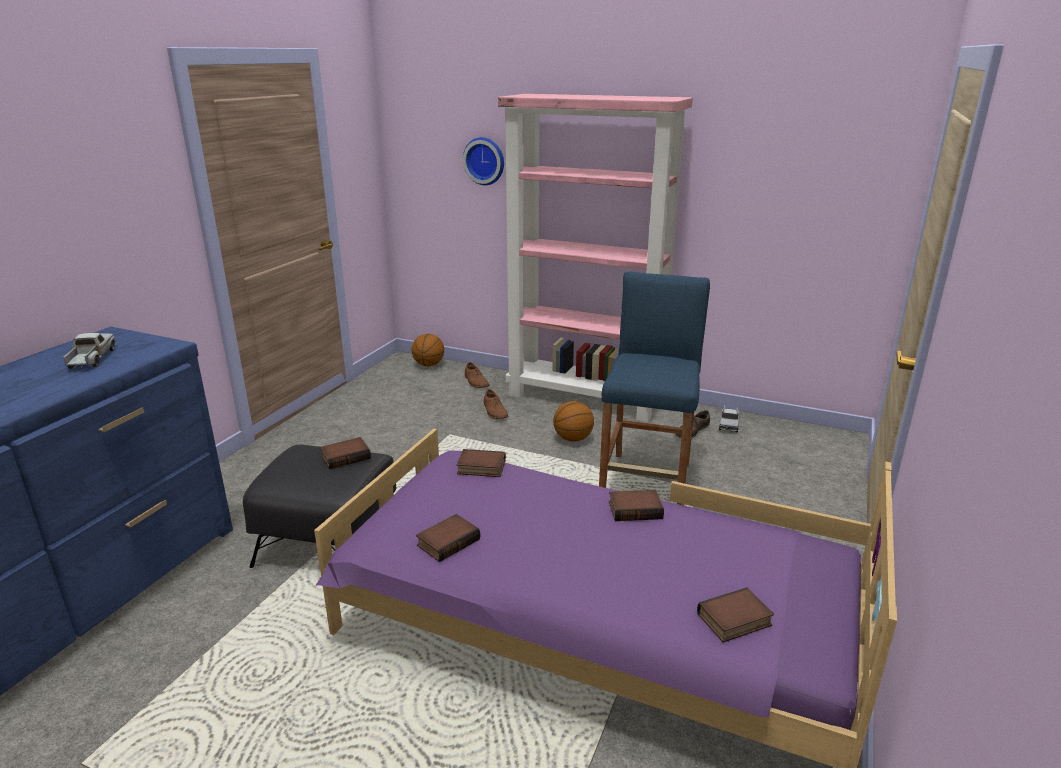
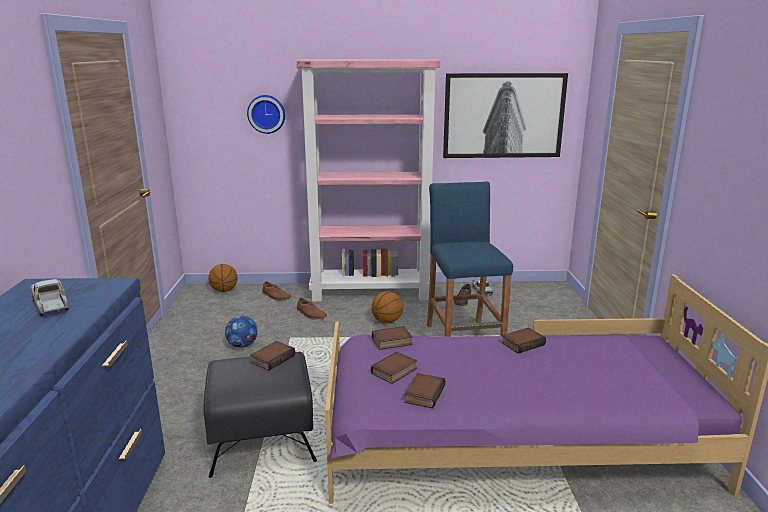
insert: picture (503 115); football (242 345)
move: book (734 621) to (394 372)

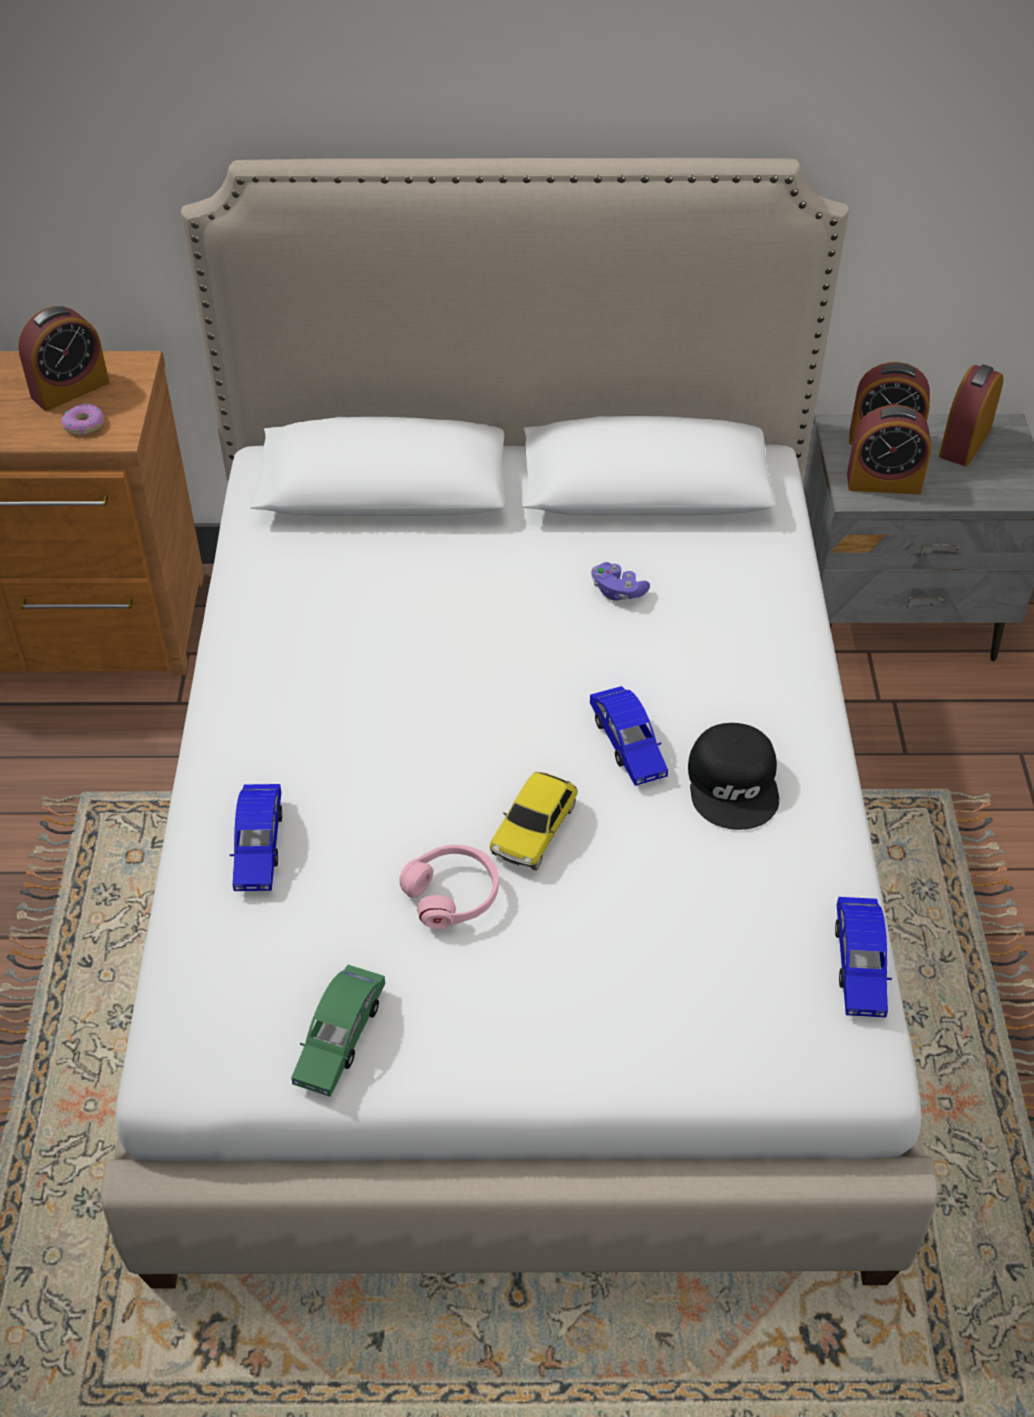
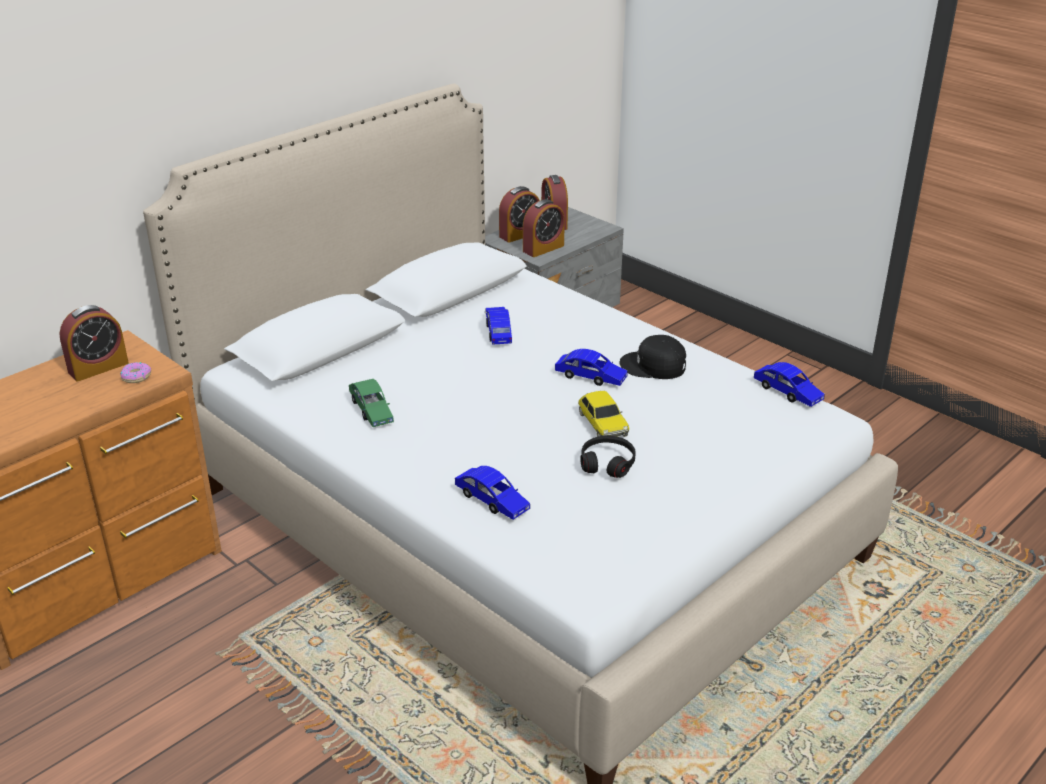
move: green toy car (340 1037) to (371 410)
replace: purple game controller (617 591) to blue toy car (498 331)
recolor: pink headphones (452 894) to black headphones (607 463)
rotate: alarm clock (70 389) = (98 367) 45 degrees clockwise; black cap (734 784) = (653 366) 150 degrees clockwise

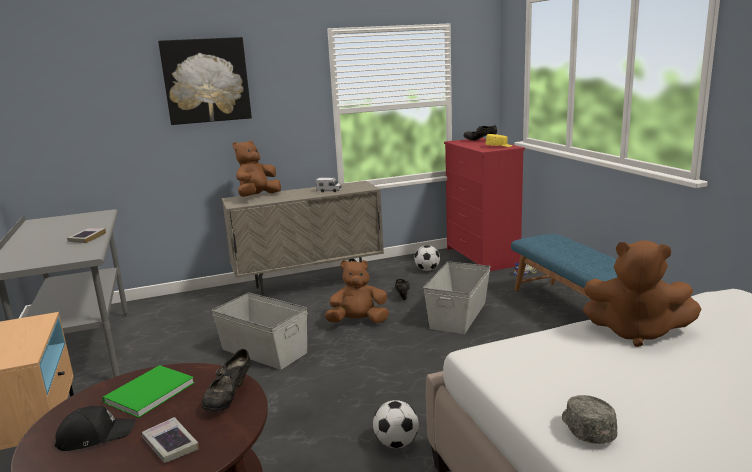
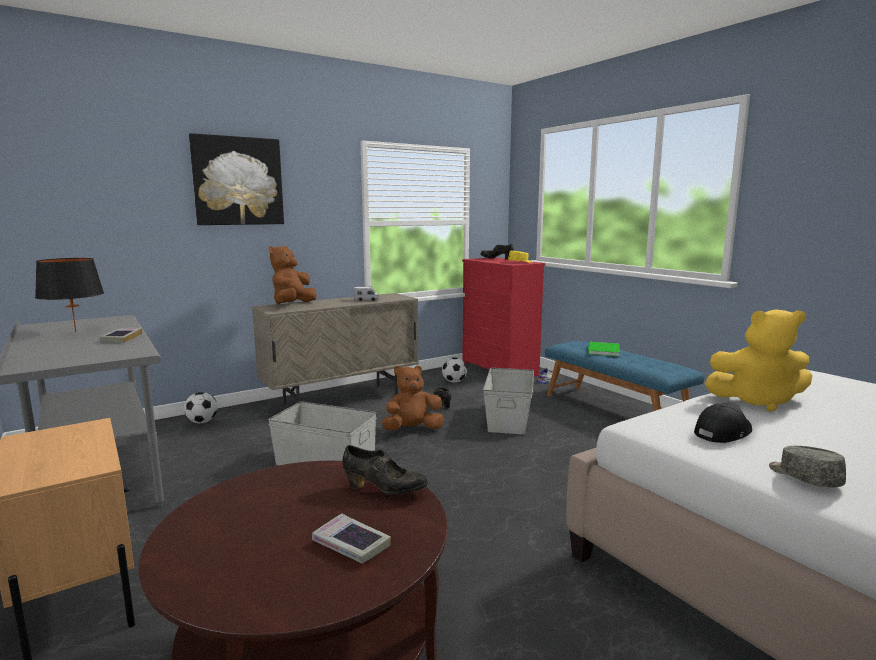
insert: black table lamp (75 332)
move: green book (146 393) to (602 350); football (396 443) to (202 422); black cap (95 436) to (722 432)
recolor: brown plush toy (635 332) to yellow plush toy (757 401)
rotate: black shoe (229 398) = (384 491) 75 degrees counterclockwise

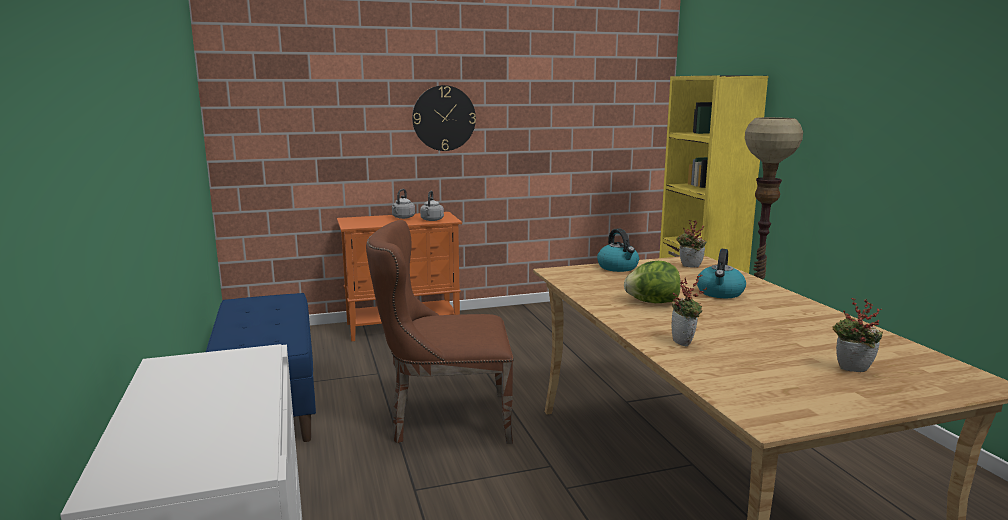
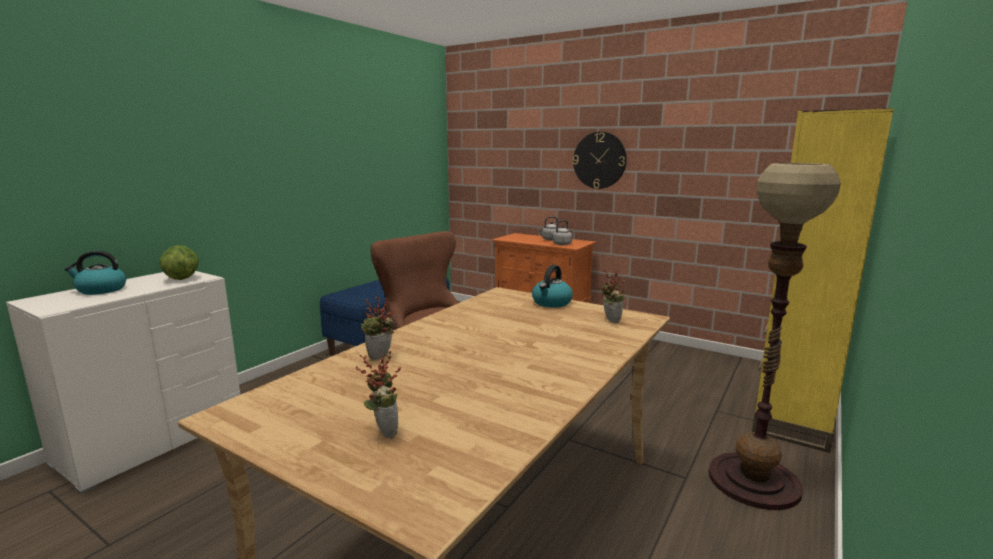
move: kettle (720 293) to (101 290); lettuce (652 302) to (182 278)

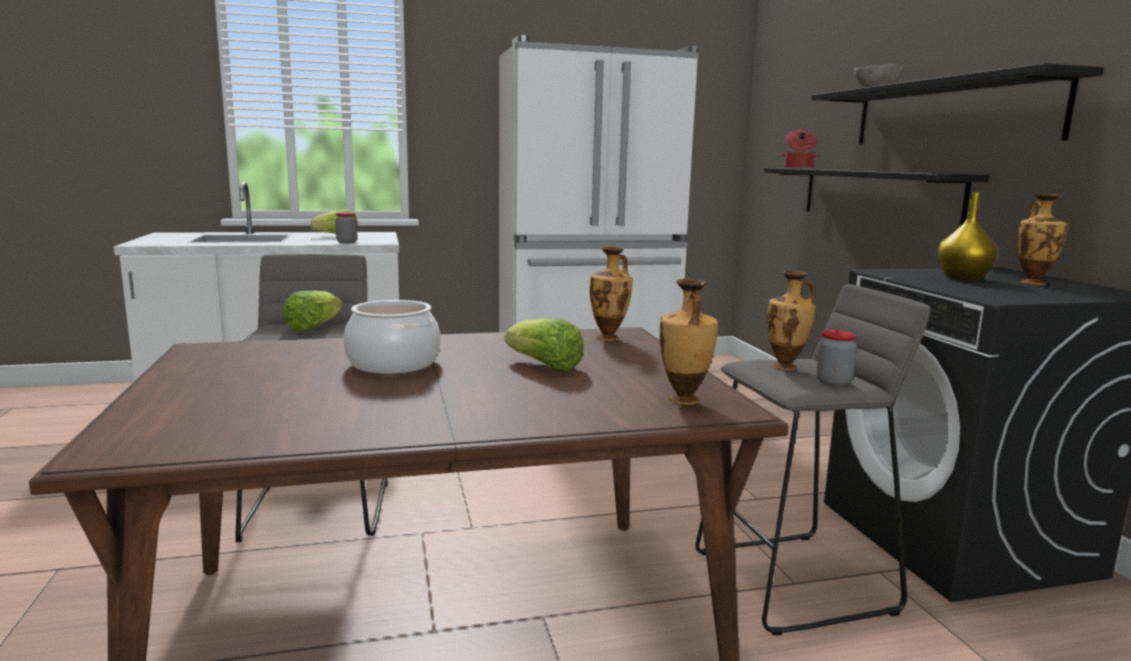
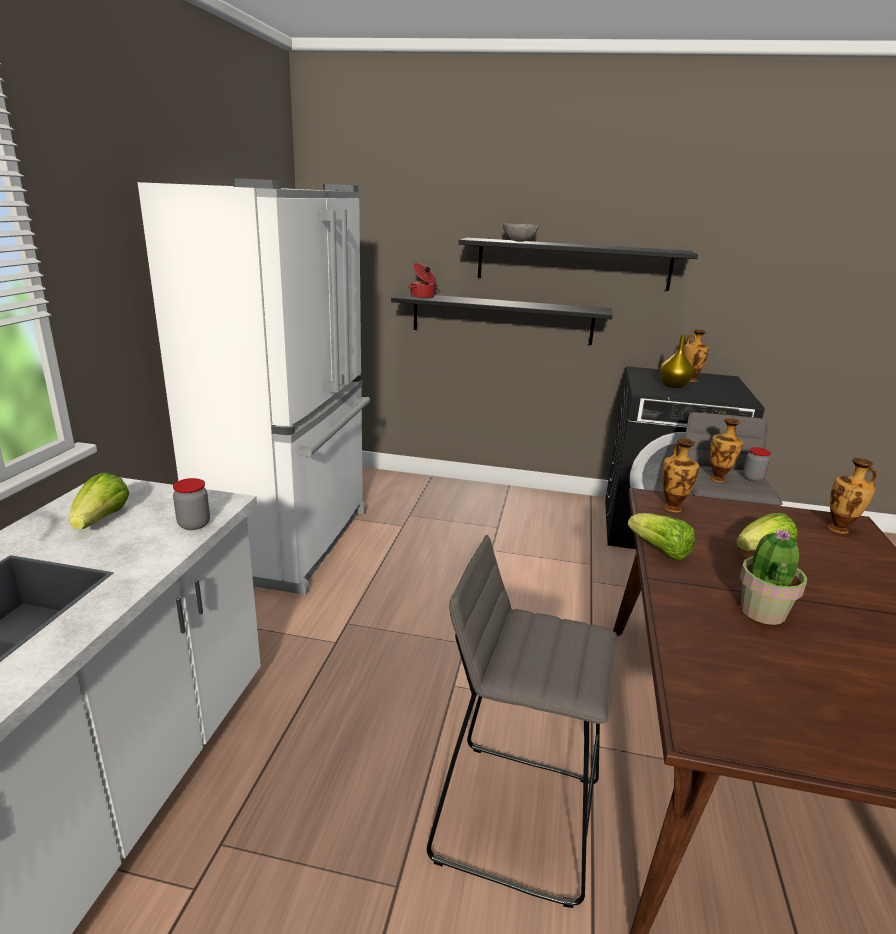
move: lettuce (313 328) to (660 550)
replace: cooking pot (394 363) to potted plant (762 612)

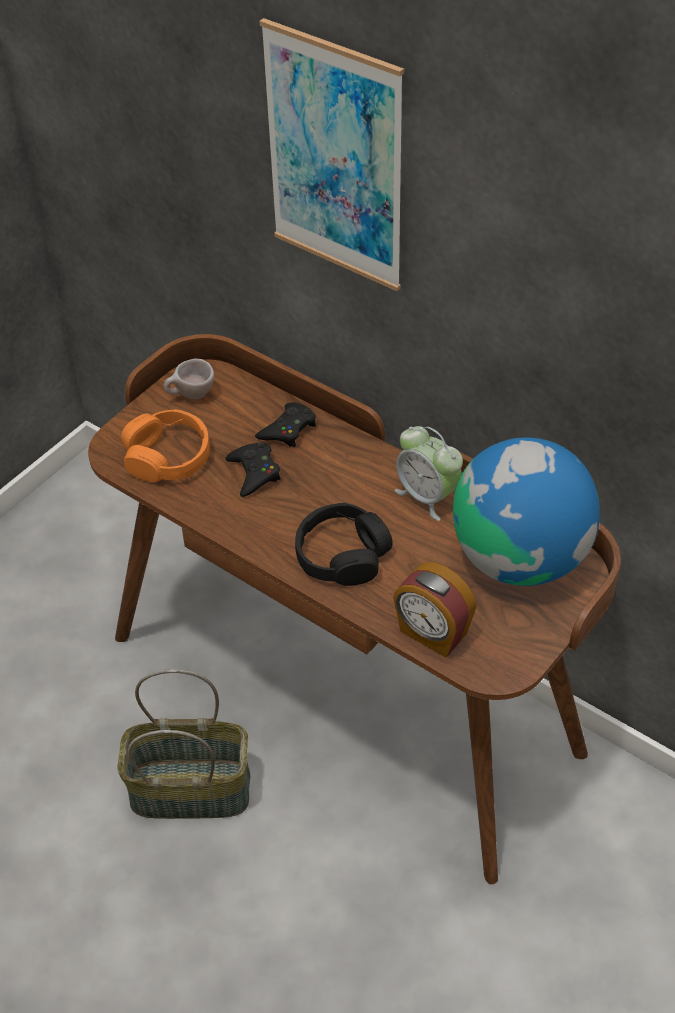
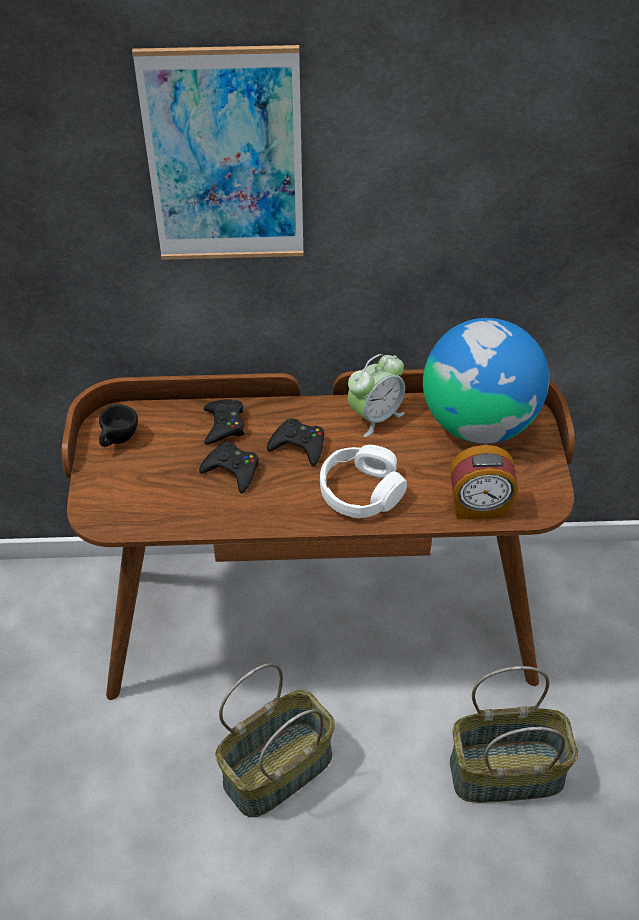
delete: orange headphones (168 457)
insert: black game controller (299 446); basket (507 770)
recolor: beige cup (191 396) to black cup (119 441); black headphones (342 555) to white headphones (361 491)
rotate: alarm clock (427 496) = (375 417) 45 degrees counterclockwise

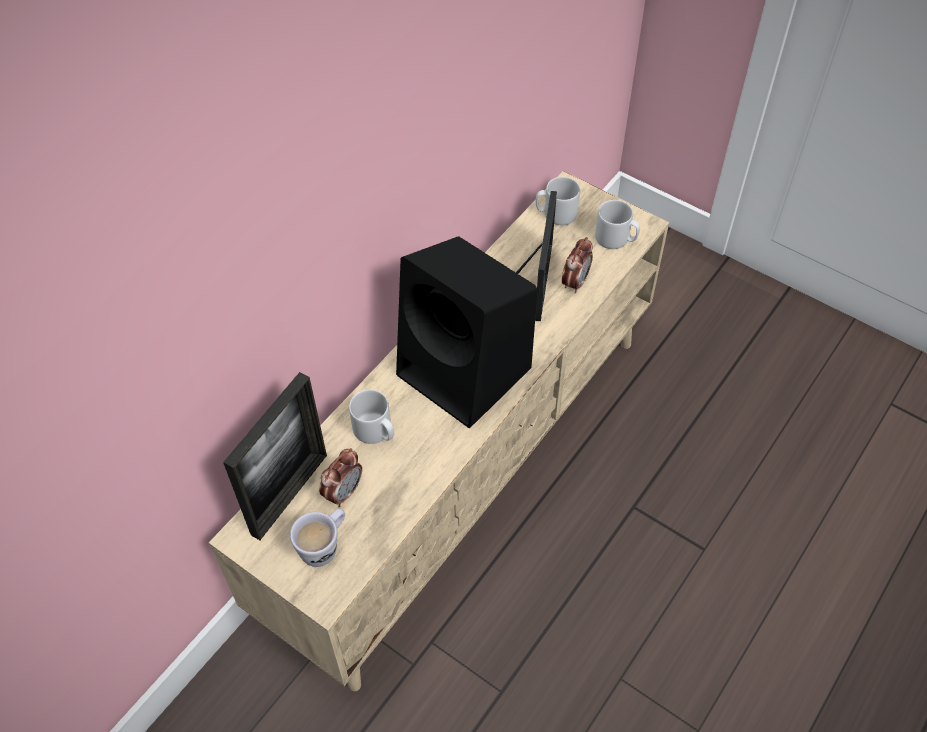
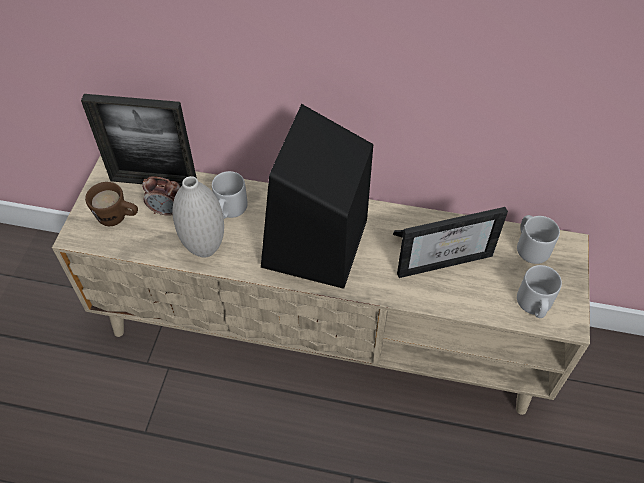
delete: alarm clock (575 282)
insert: white vase (205 248)
recolor: white mug (324 546) to brown mug (118 218)

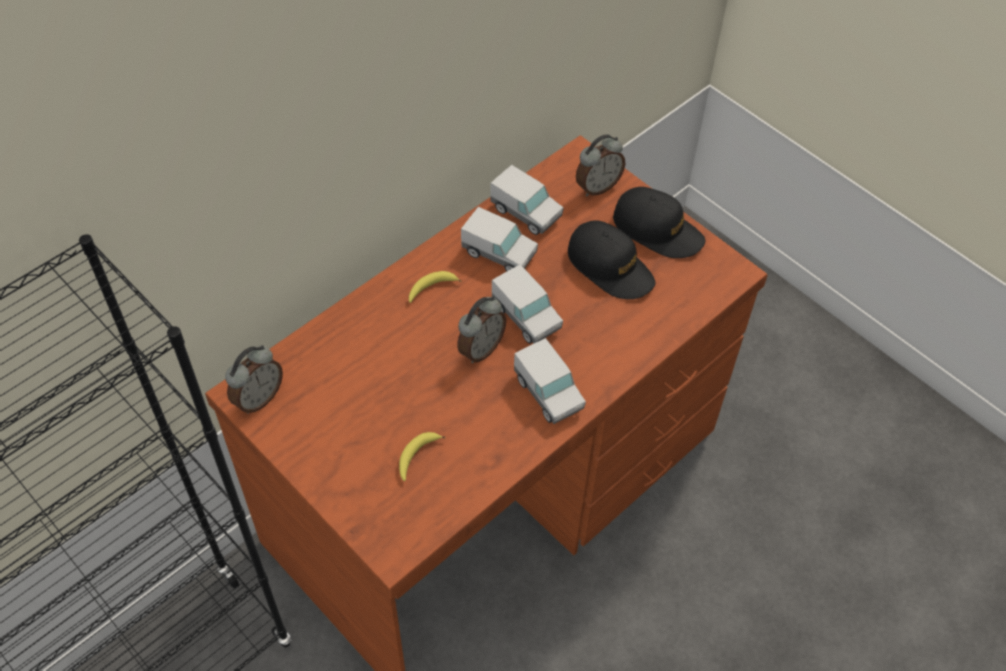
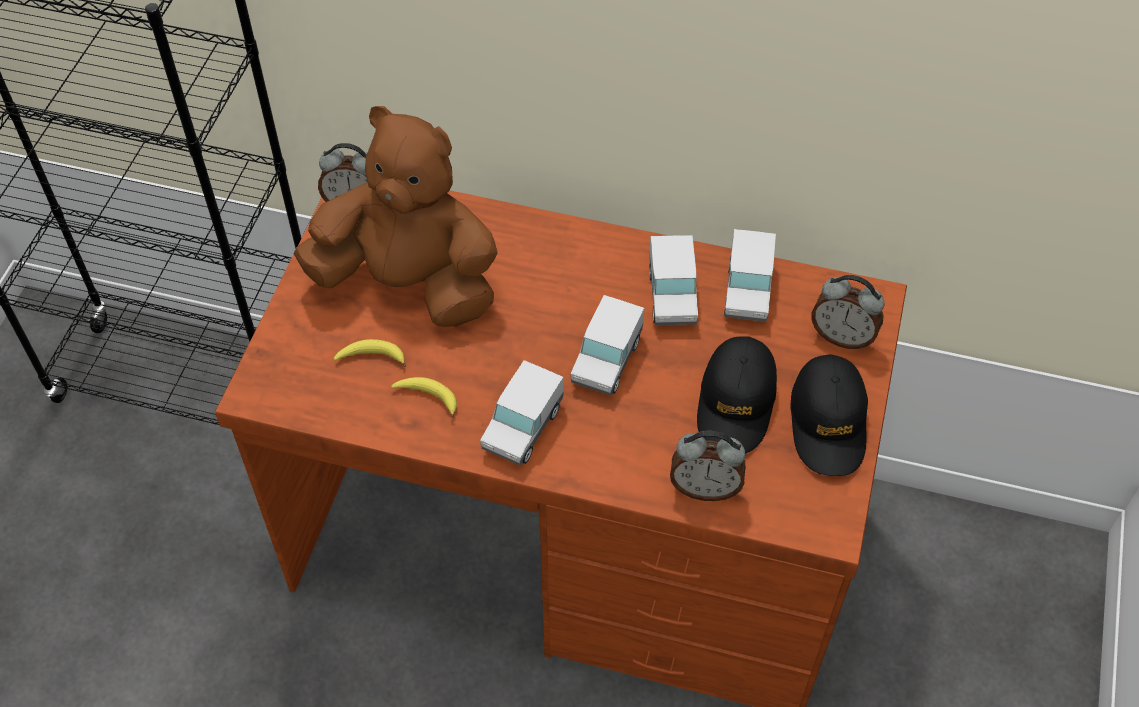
insert: brown plush toy (409 283)
move: banana (431 288) to (428 397); alarm clock (480 349) to (705 488)

